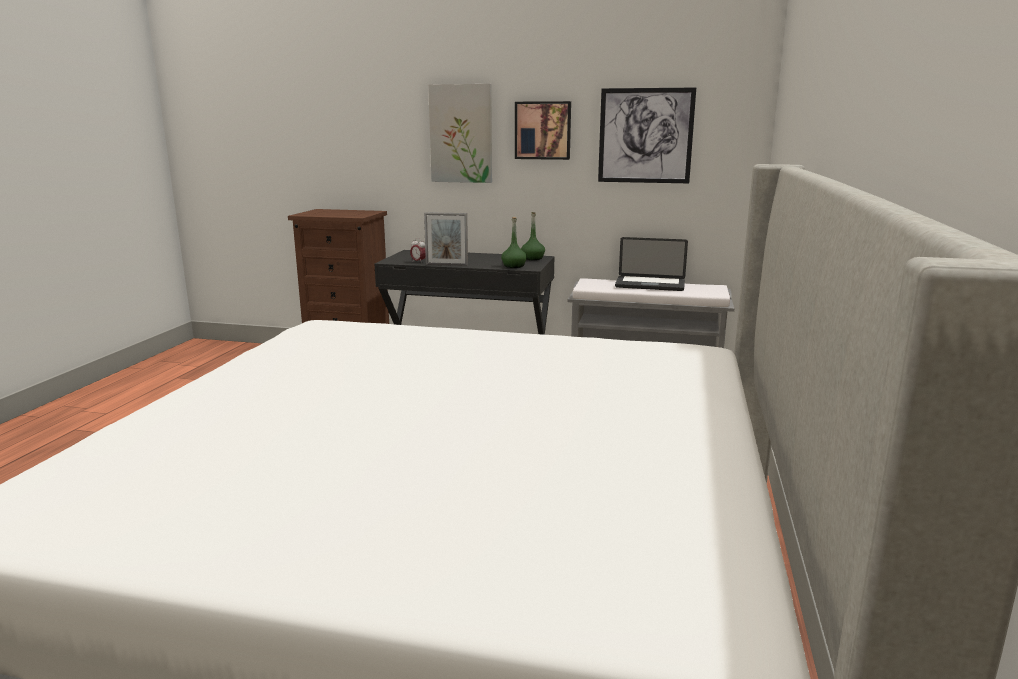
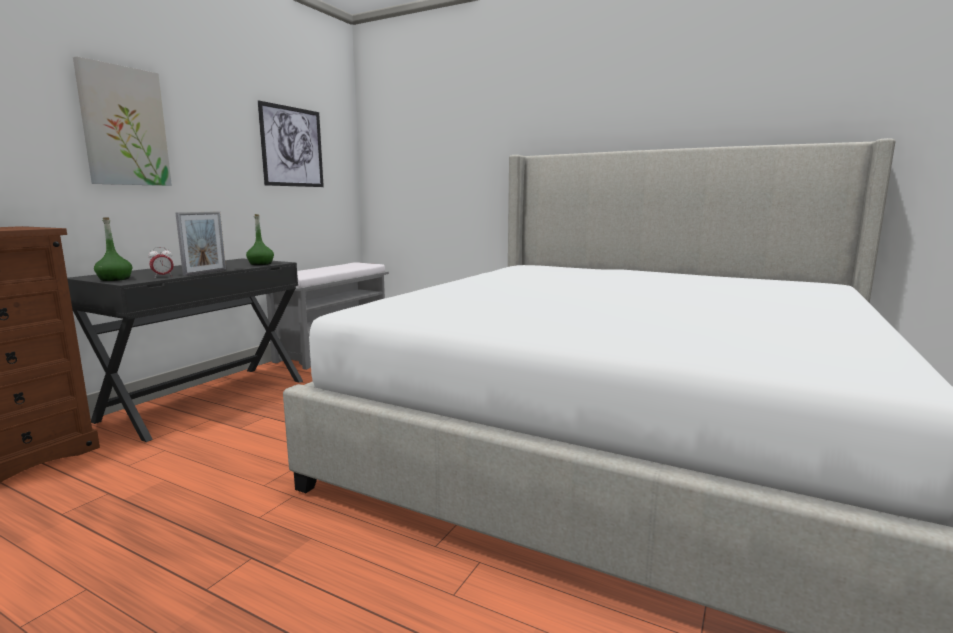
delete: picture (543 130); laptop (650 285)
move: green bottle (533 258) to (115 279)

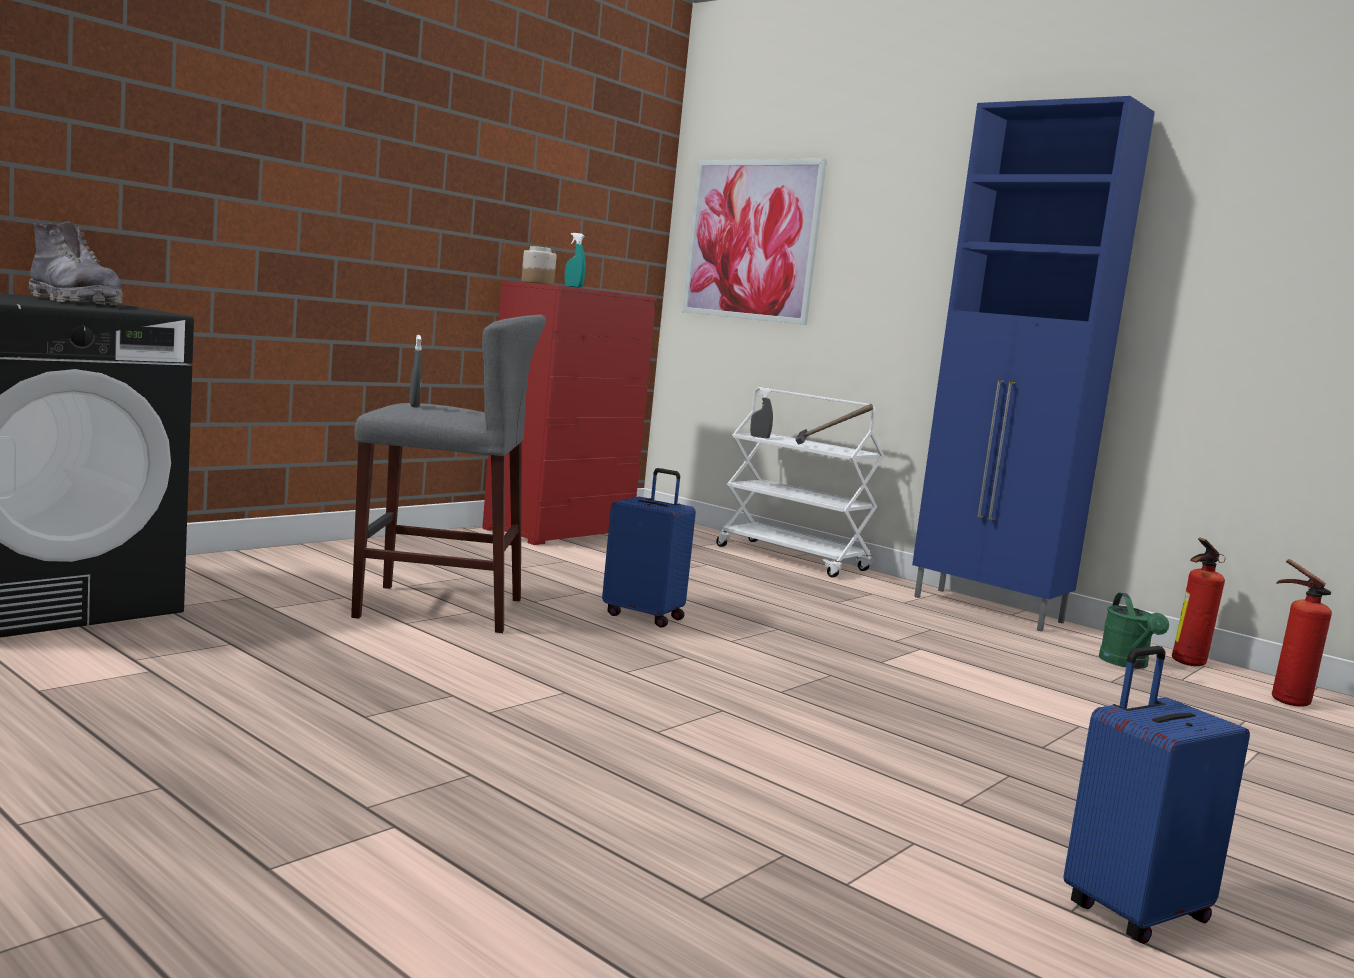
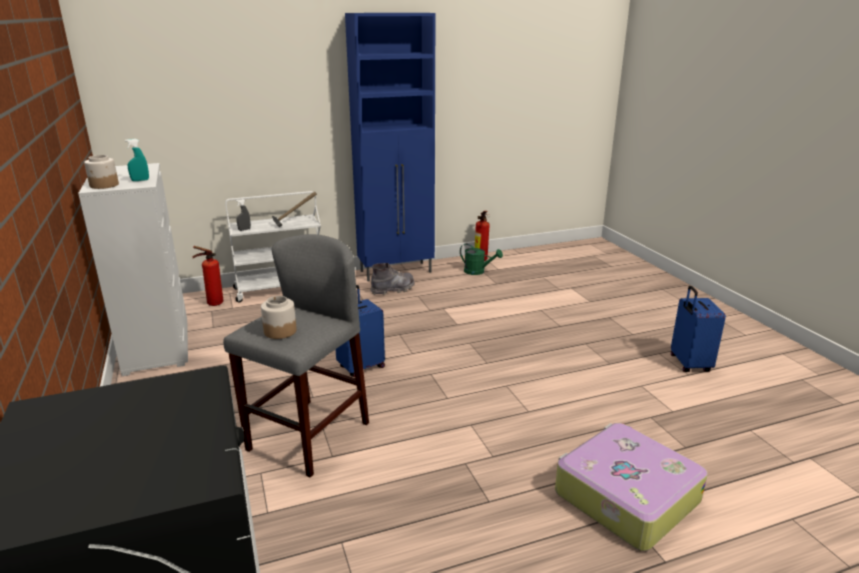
delete: picture (751 240)
insert: suitcase (624 496)
move: grey boot (74 302) to (393 290); fire extinguisher (1284 700) to (212 304)
replace: grey spray bottle (414 406) to jar (280 331)
recolor: red dresser (560 531) to white dresser (157 346)

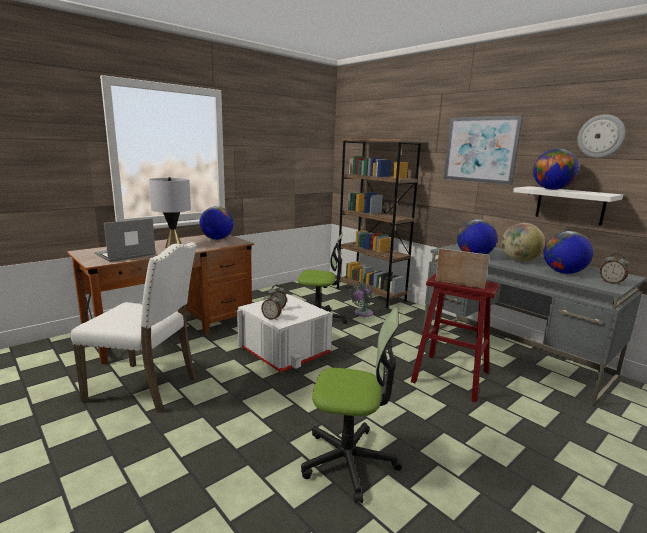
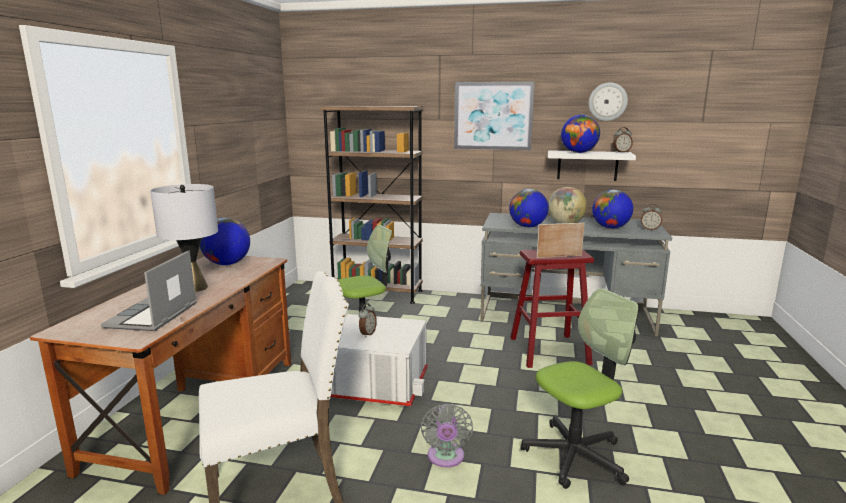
move: grey fan (362 313) to (445 458); alarm clock (271 318) to (621 152)

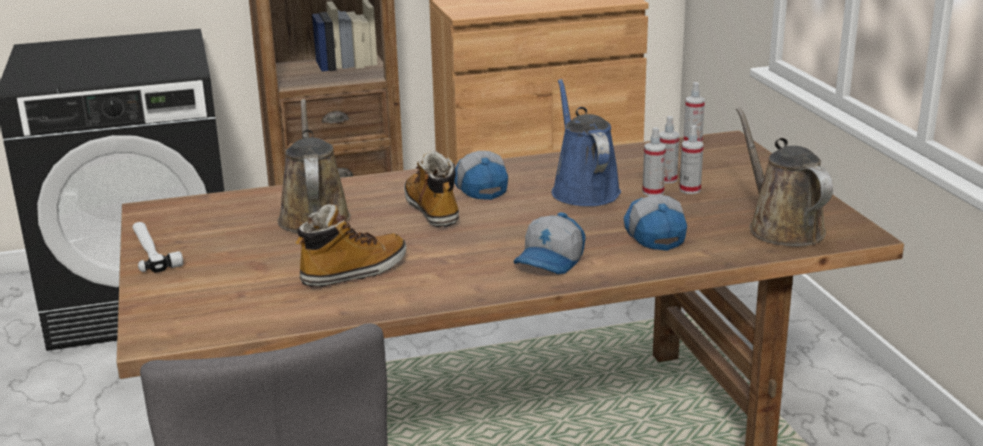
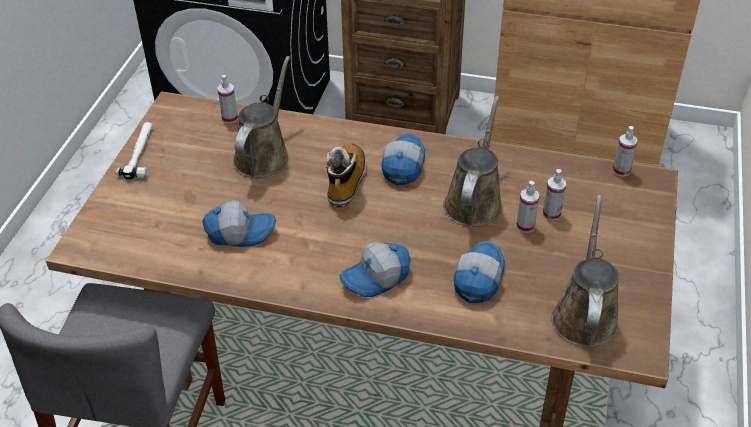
move: spray bottle (690 189) to (230 118)
replace: boot (354 272) to cap (240 231)
recolor: blue watering can (583 190) to brown watering can (474 201)

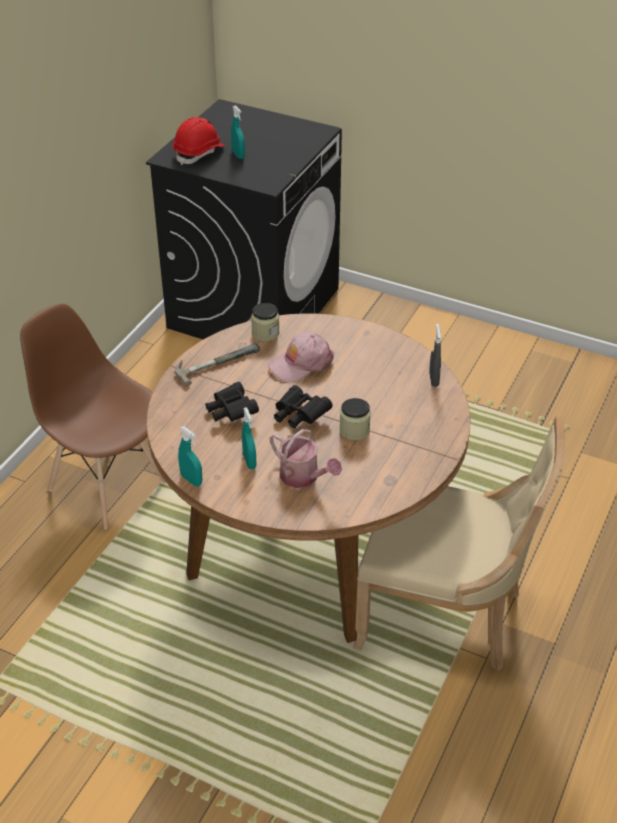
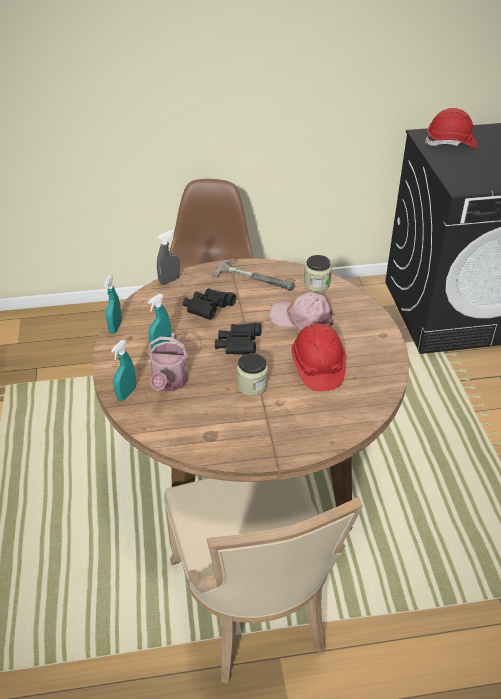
insert: red hard hat (317 367)
move: turquoise spray bottle (238 155) to (126 393); grey spray bottle (434 379) to (169 280)

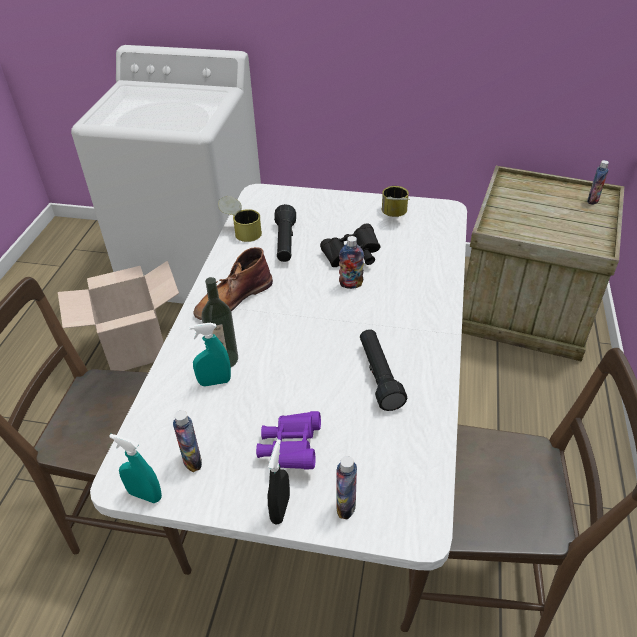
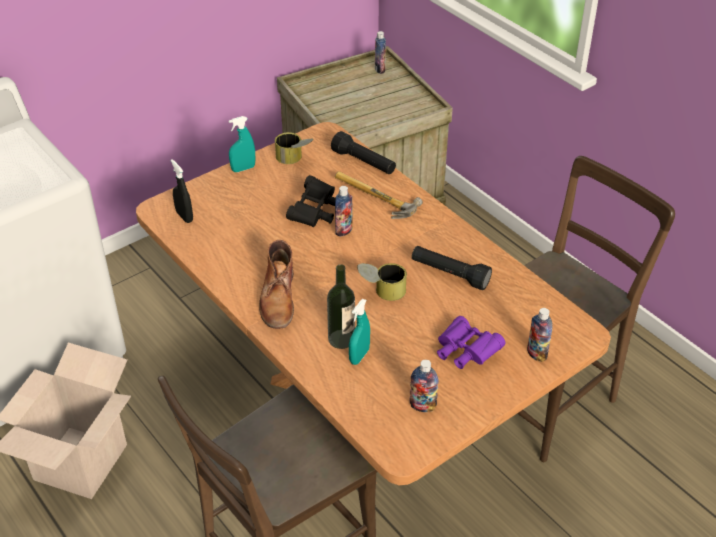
insert: hammer (373 200)
move: can (242 231) to (381 291); black flashlight (285 243) to (364 163); turquoise spray bottle (145 495) to (243 169); black spray bottle (280 509) to (184 216)
recolor: white dining table (323 452) to brown dining table (358 406)

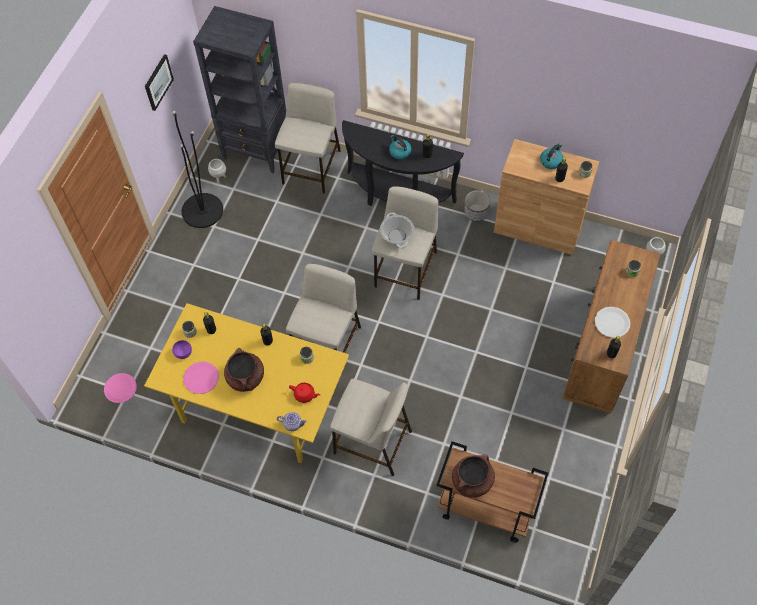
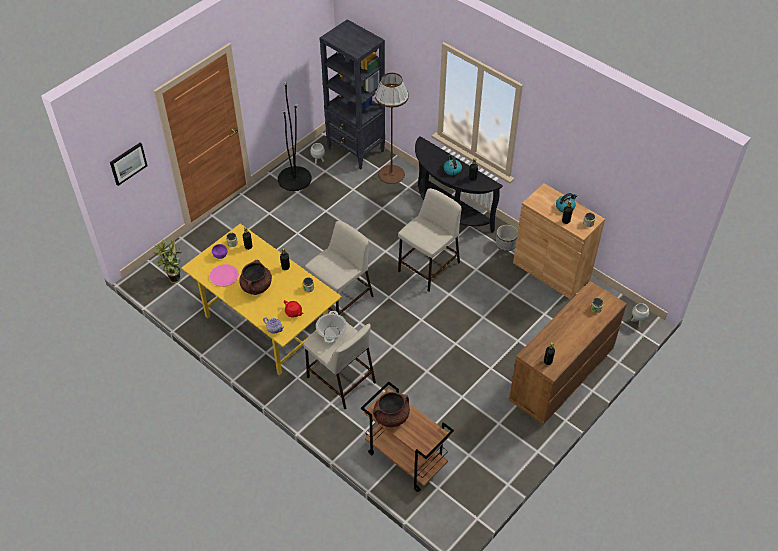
delete: white plate (612 323)
move: picture (158 82) to (128 163); cooking pot (397 236) to (332 332)
replace: beige stool (311 168) to brown floor lamp (391 174); pink plate (120 388) to potted plant (173 279)

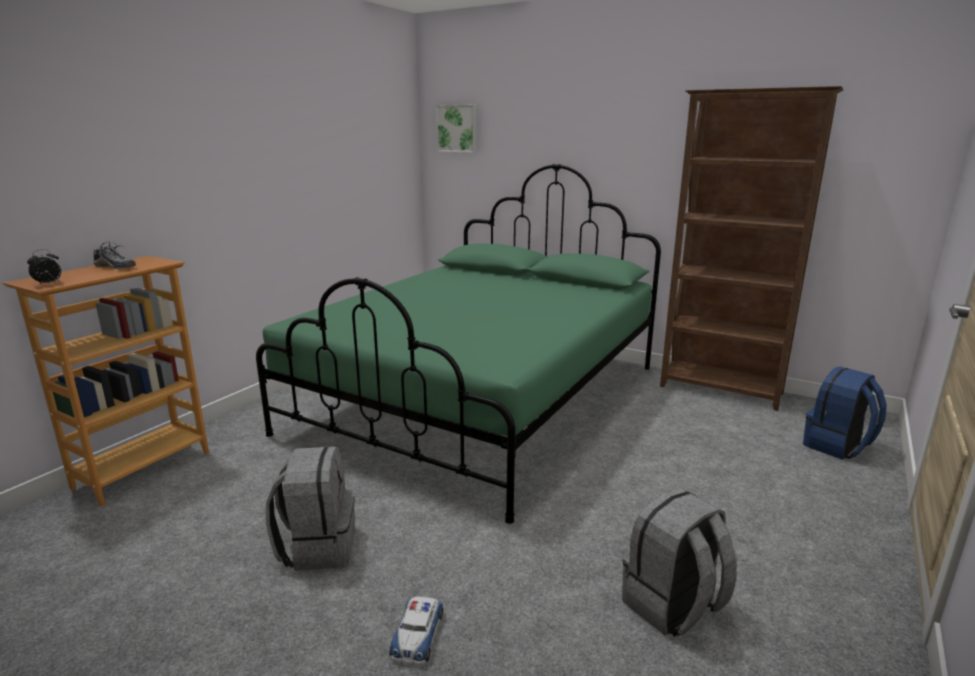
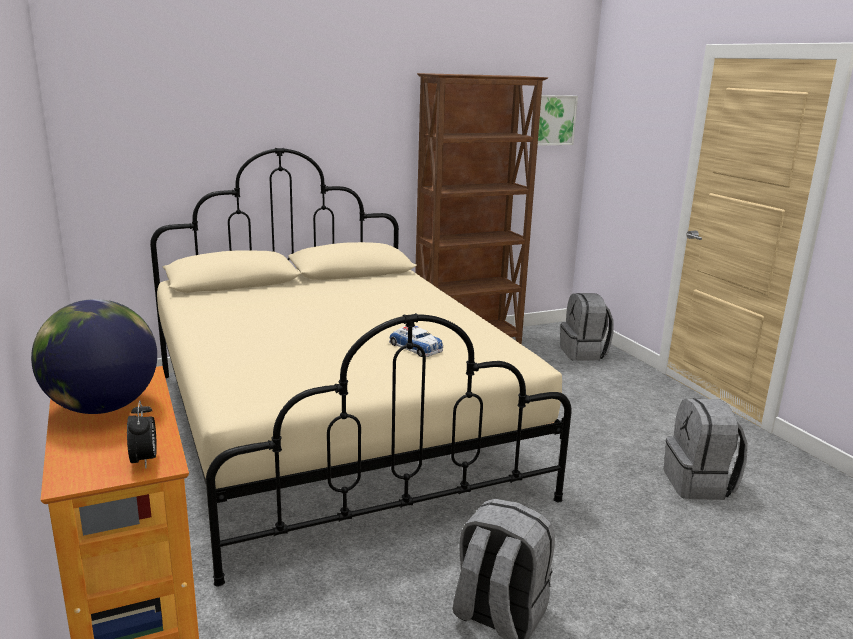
move: picture (457 128) to (552 120); toy car (417 635) to (416 347)
replace: shoe (115 267) to globe (102 407)
recolor: green bed (482 399) to beige bed (334 430); blue backpack (837 446) to grey backpack (584 353)

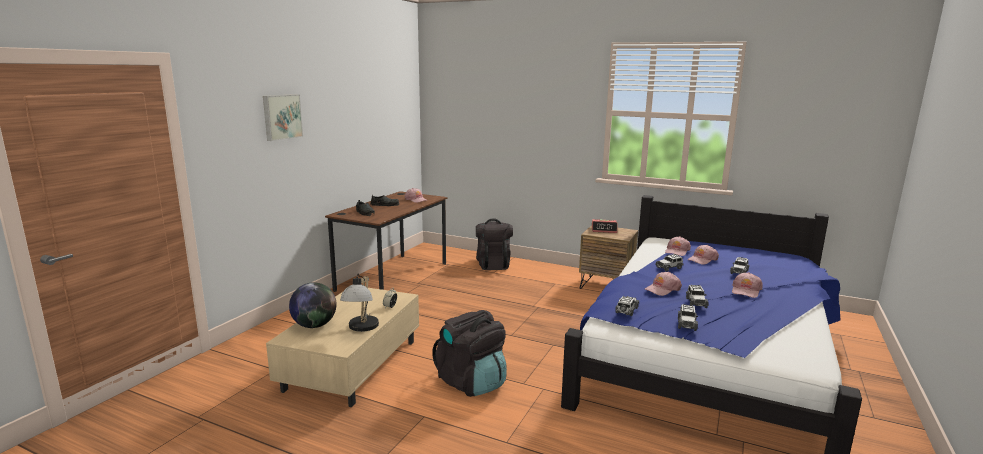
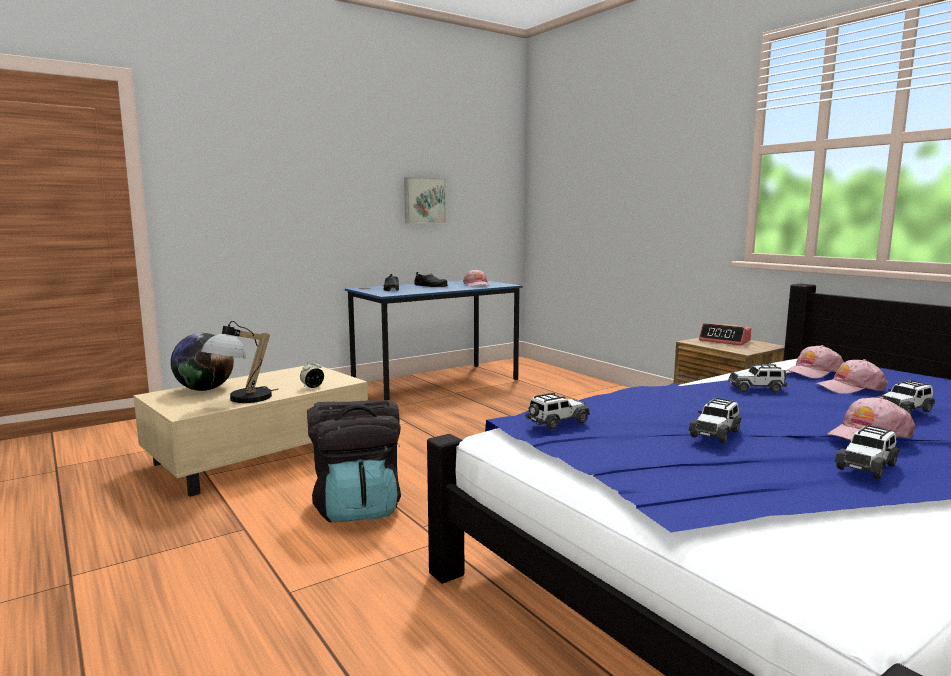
delete: black backpack (493 264); pink cap (662 289)
move: picture (281 117) to (424 200); toy car (686 324) to (866 466)
recolor: brown desk (393 276) to blue desk (436 383)

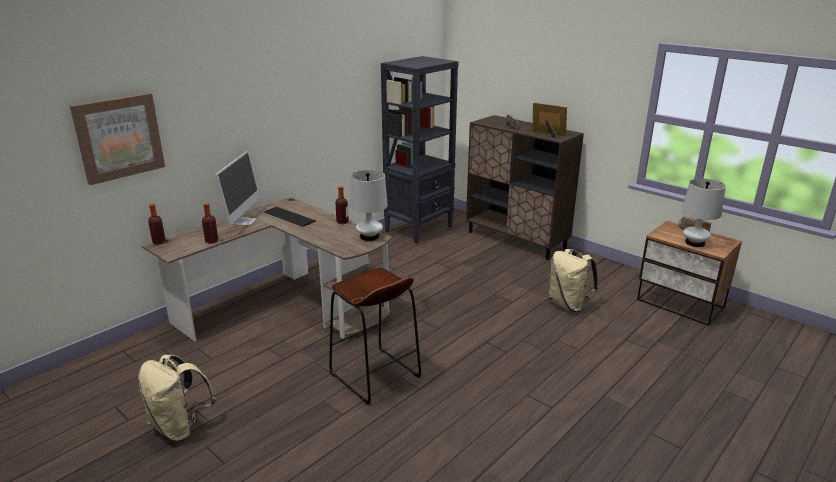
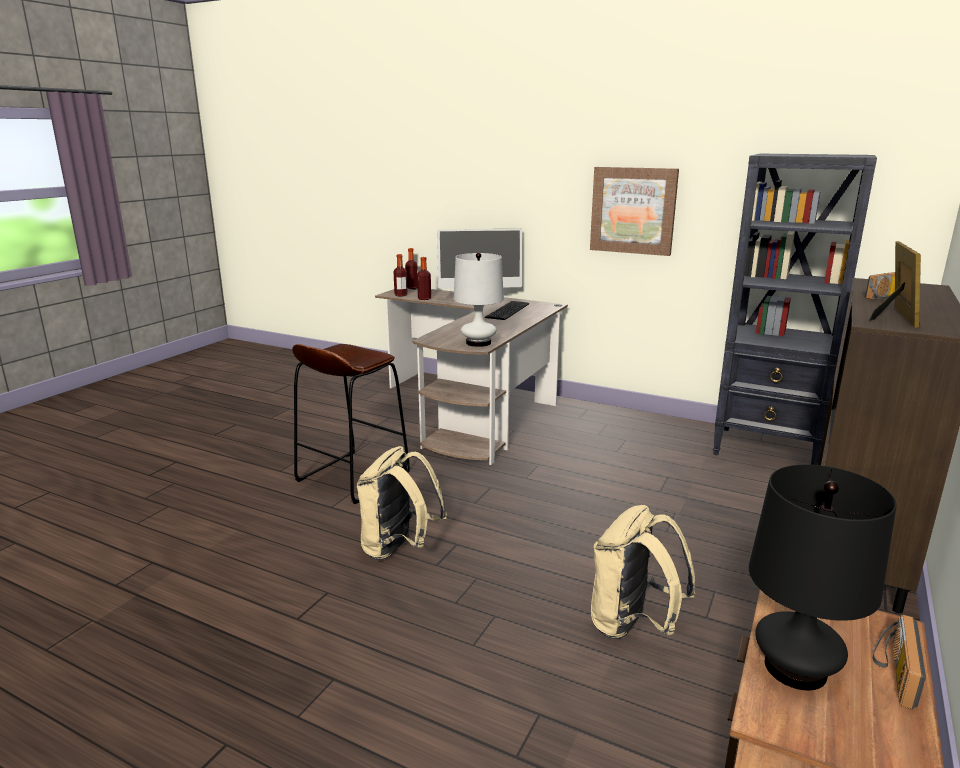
move: picture (119 137) to (633 210); bottle (342 222) to (401 295); beige backpack (180 427) to (398 549)
recolor: white table lamp (694 243) to black table lamp (795 668)

